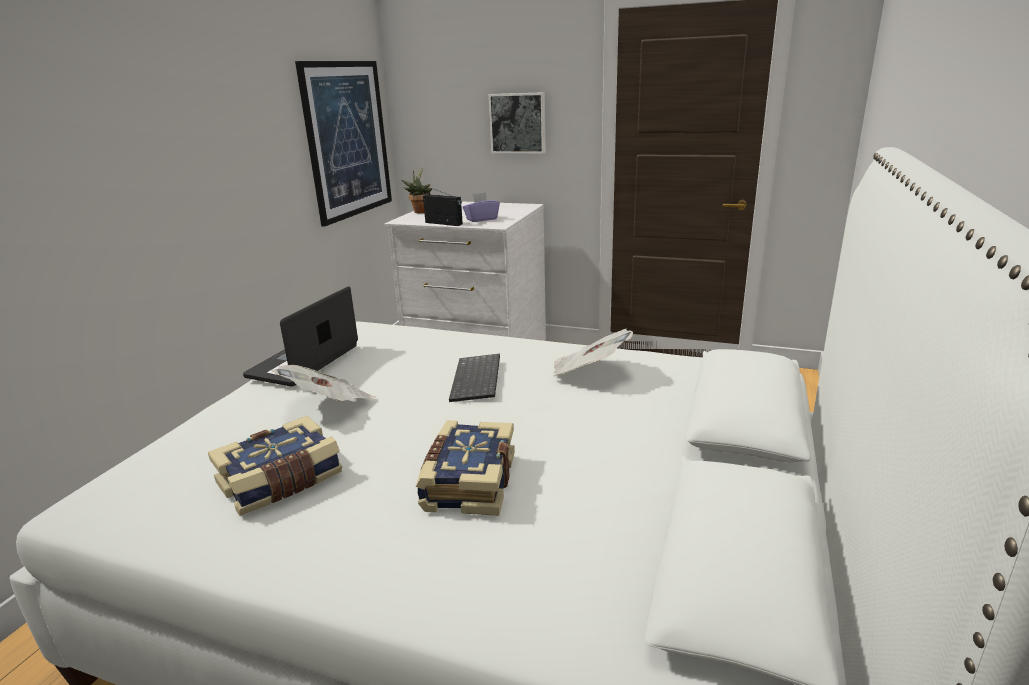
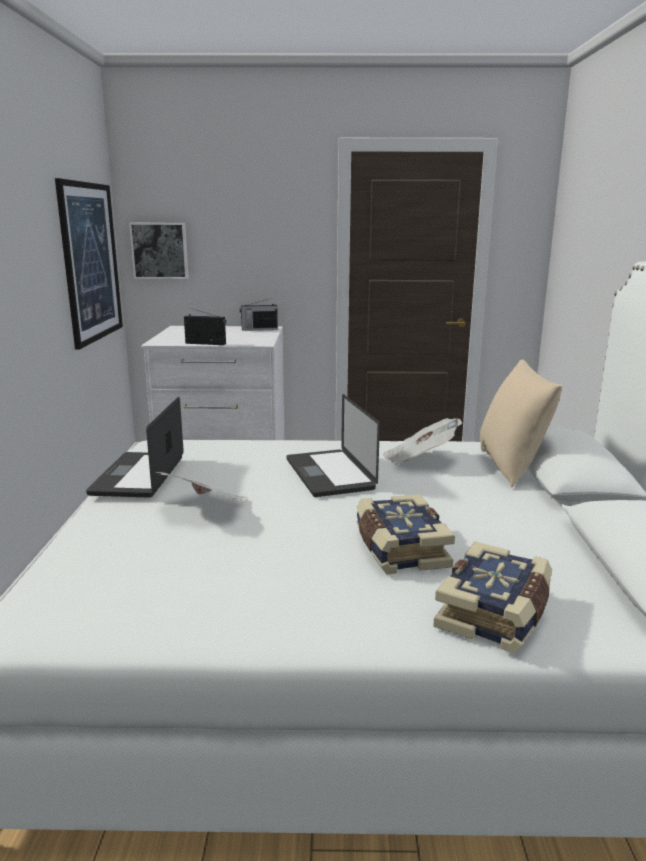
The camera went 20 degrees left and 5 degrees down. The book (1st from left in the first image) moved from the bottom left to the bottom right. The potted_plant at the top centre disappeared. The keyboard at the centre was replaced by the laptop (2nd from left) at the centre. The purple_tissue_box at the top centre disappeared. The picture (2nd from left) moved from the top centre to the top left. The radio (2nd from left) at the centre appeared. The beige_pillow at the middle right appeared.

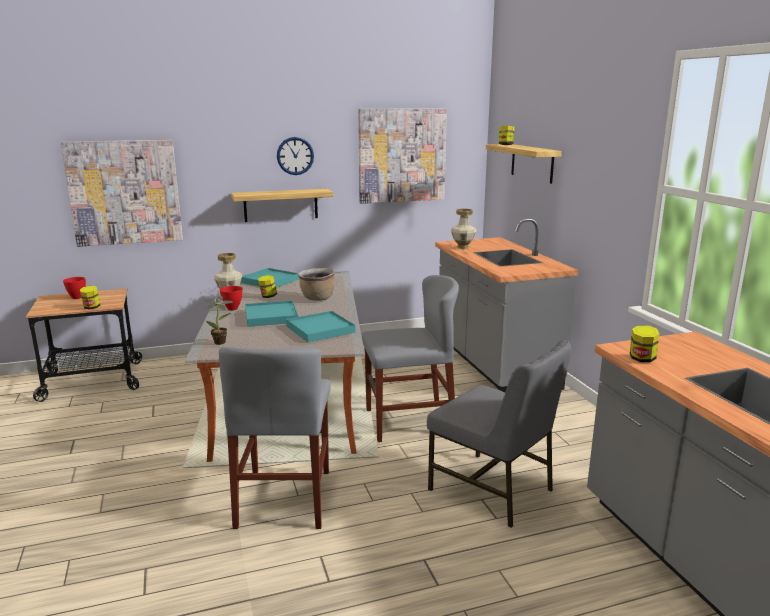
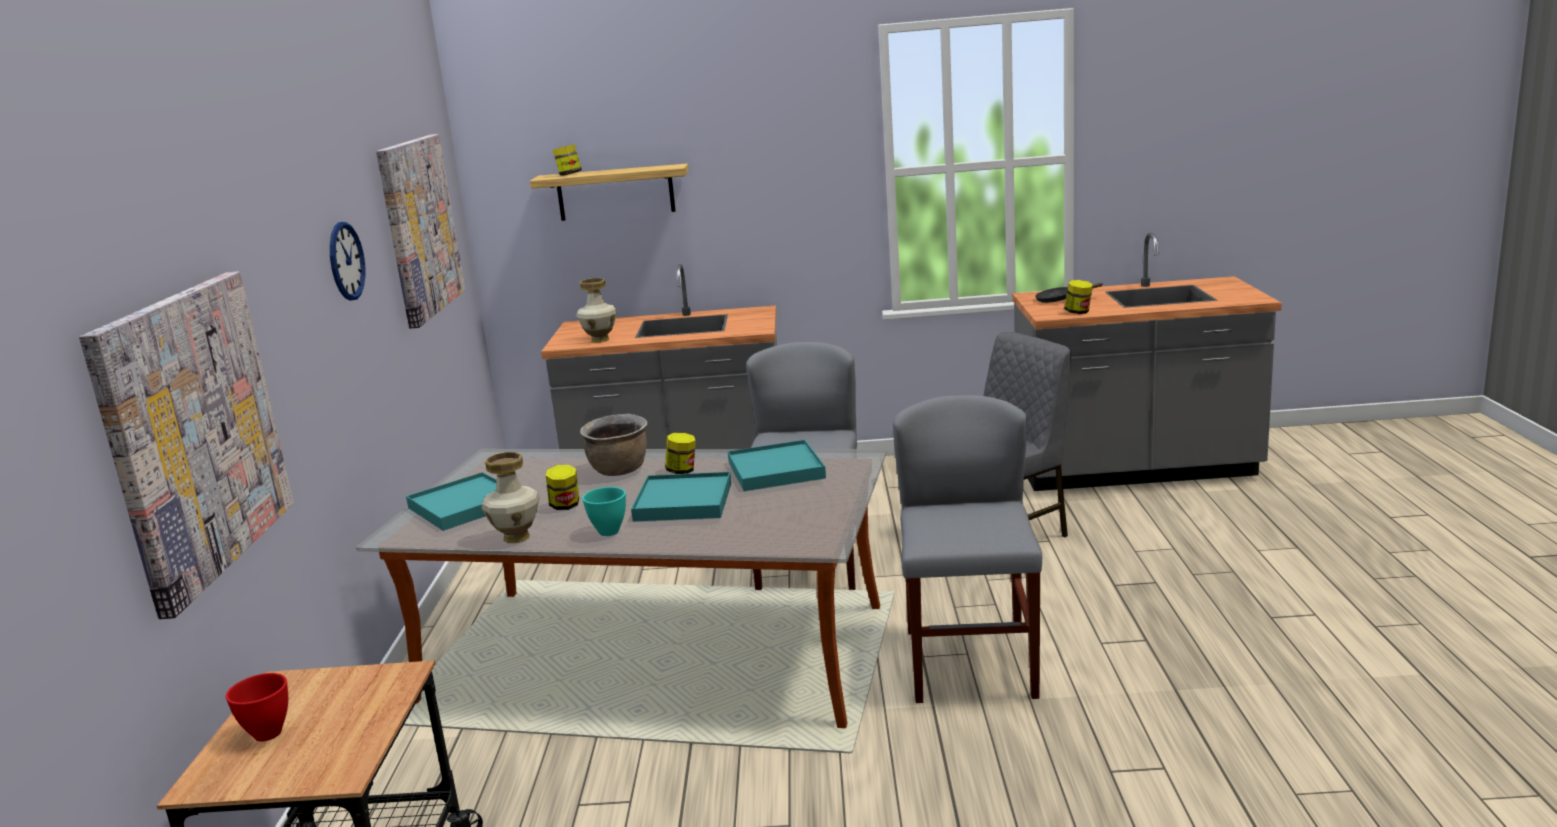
The camera went 70 degrees left and 0 degrees up. The jar (1st from left in the first image) moved from the middle left to the centre. The potted_plant at the middle left disappeared. The grey_chair (1st from left in the first image) at the bottom centre turned 105 degrees counterclockwise. The red_bowl (2nd from left) at the middle left became the turquoise_bowl at the centre. The shelf (1st from left) at the top centre disappeared. The black_frying_pan at the middle right appeared.

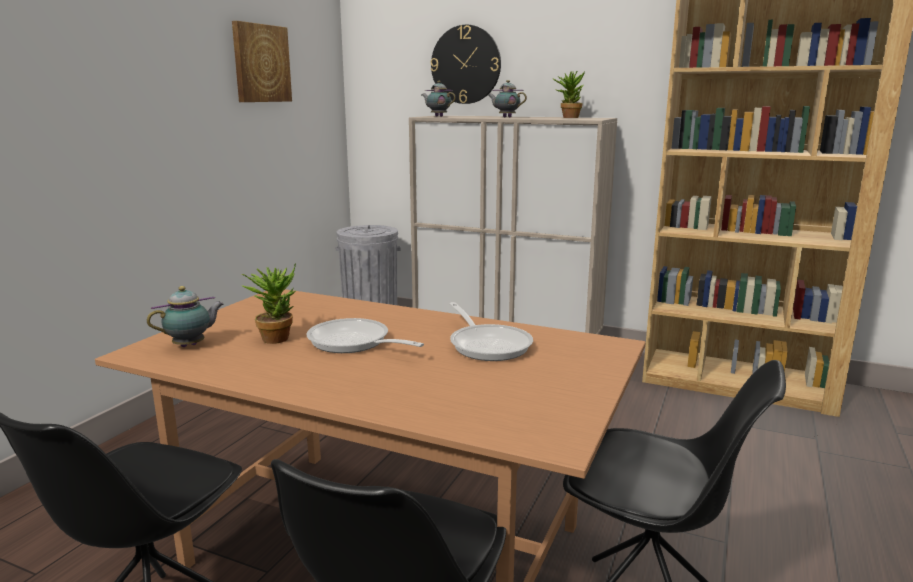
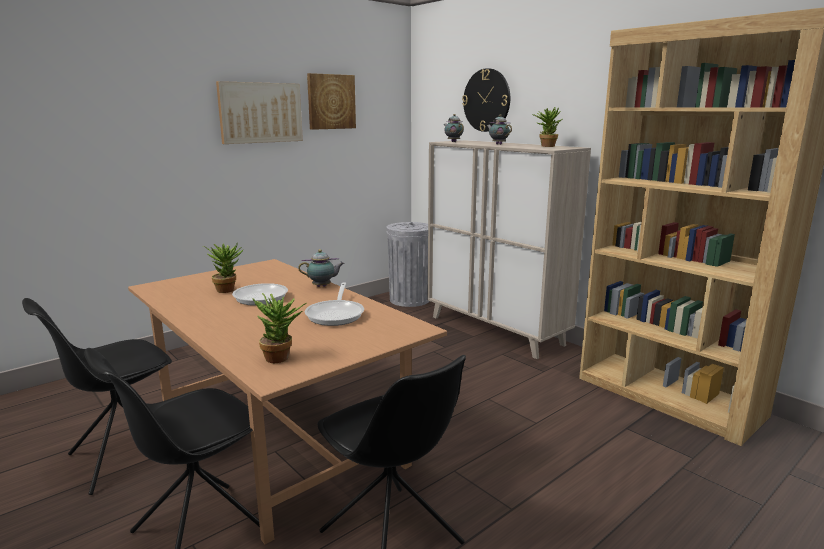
The camera went 25 degrees right and 0 degrees up. The teapot (1st from left) moved from the middle left to the centre. The picture (1st from left) at the top left appeared. The potted_plant (2nd from left) at the centre appeared.

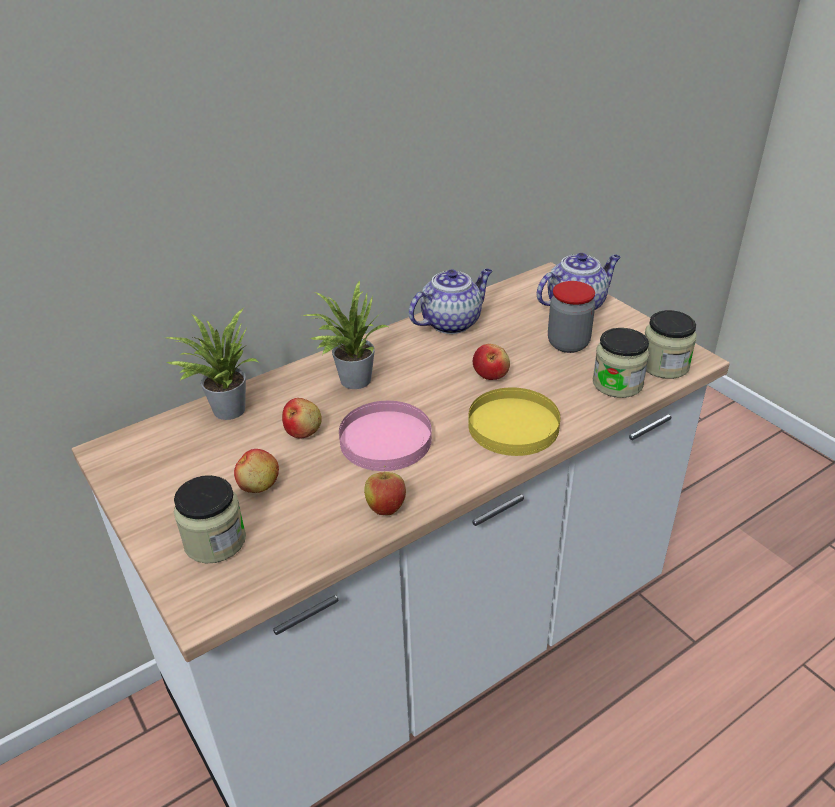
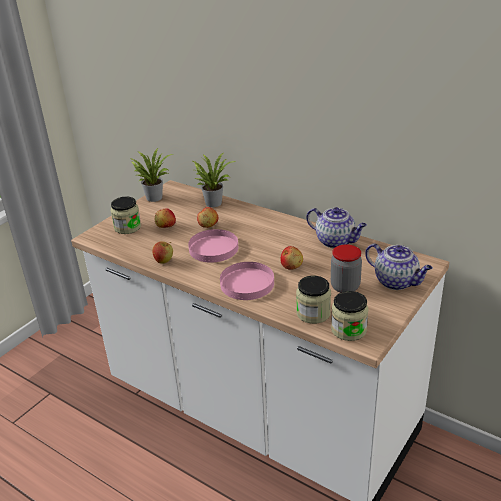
The camera went 70 degrees right and 5 degrees down. The potted_plant (2nd from left in the first image) moved from the centre to the middle left. The yellow_plate at the centre became the pink_plate (2nd from left) at the centre.

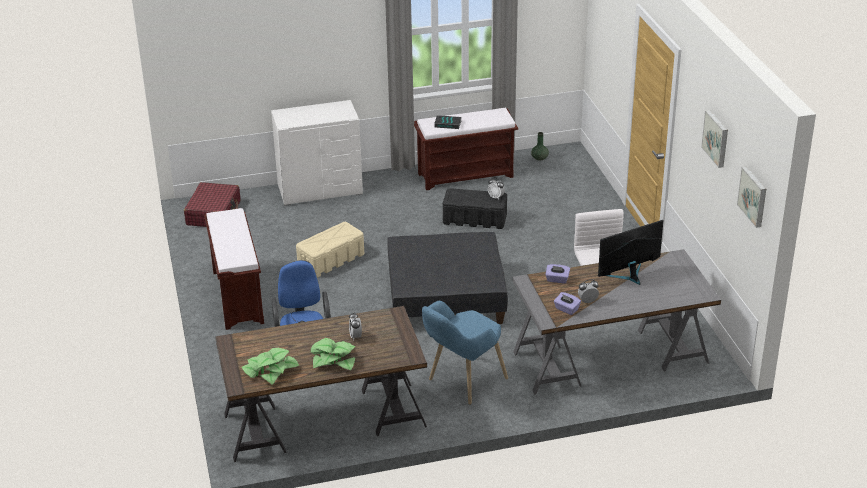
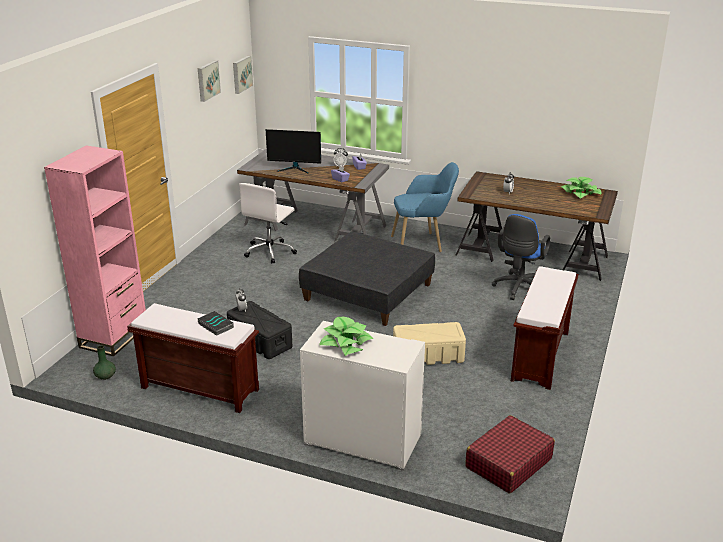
The camera went 145 degrees left and 5 degrees down. The potted_plant (2nd from left in the first image) moved from the bottom centre to the centre. The pink_bookcase at the middle left appeared.

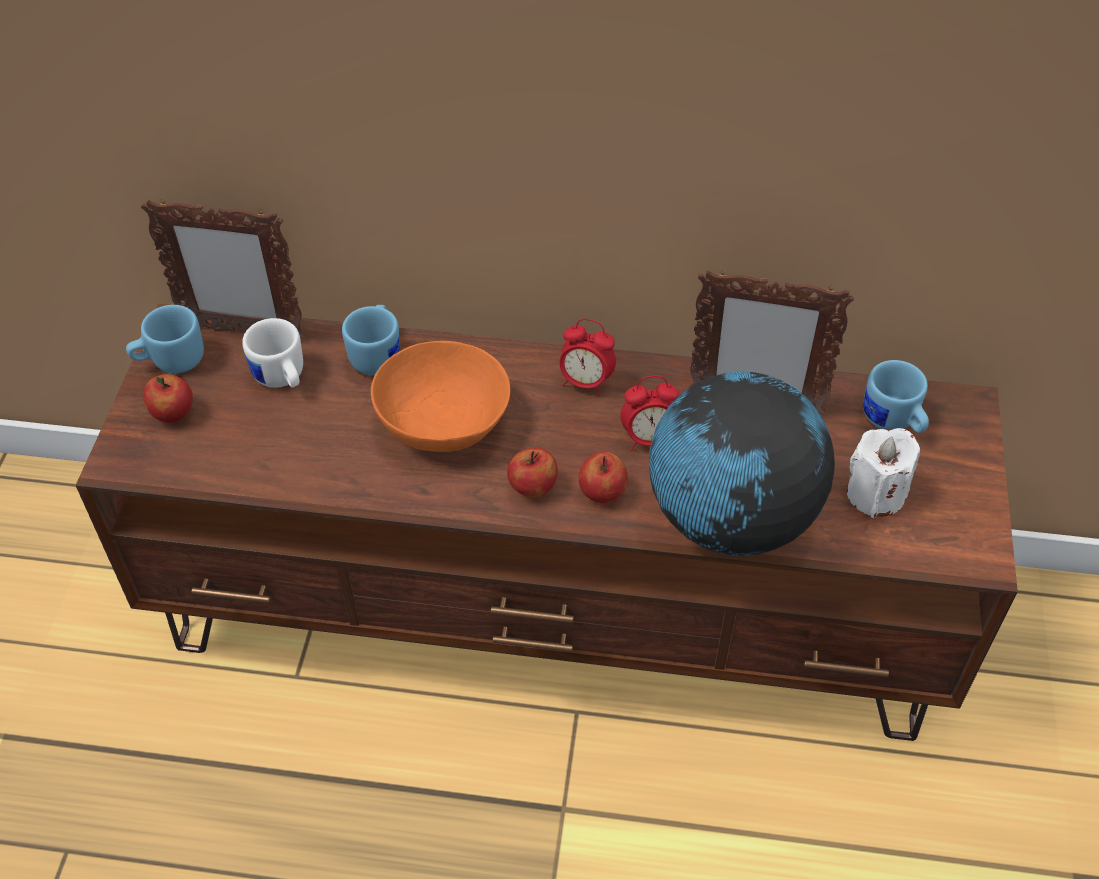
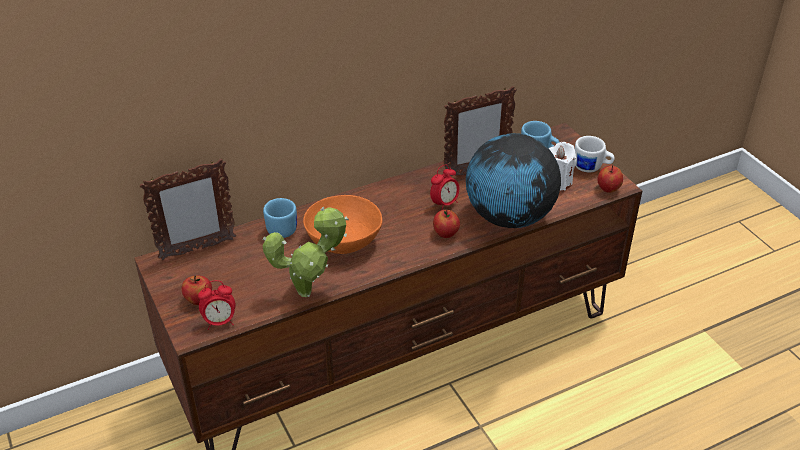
The camera went 35 degrees left and 10 degrees down. The blue_mug (1st from left) at the middle left disappeared. The white_mug moved from the middle left to the middle right. The apple (2nd from left in the first image) moved from the centre to the middle right. The alarm_clock (1st from left) moved from the centre to the bottom left. The potted_plant at the centre appeared.

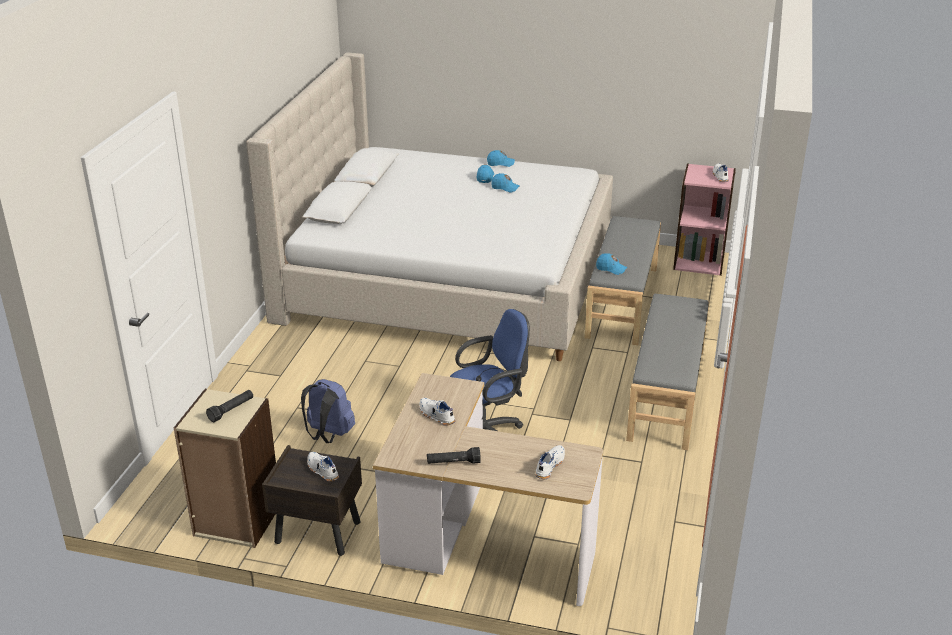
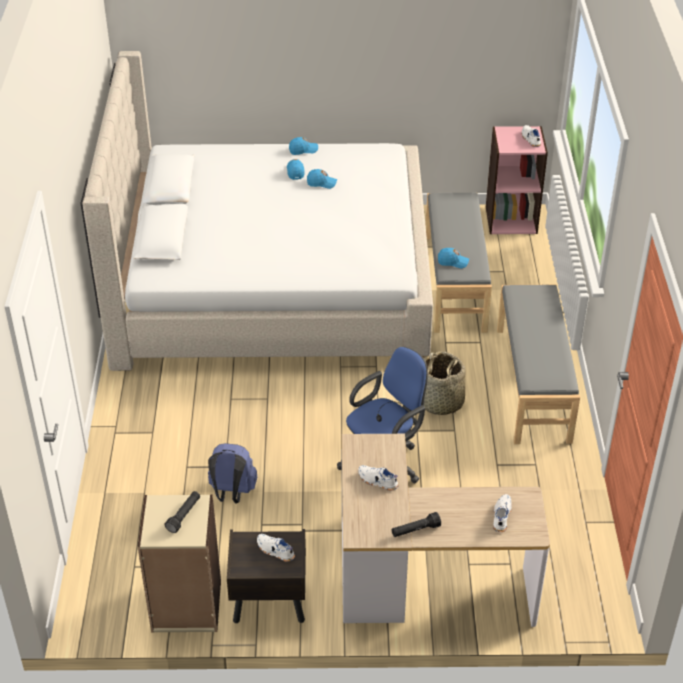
The camera went 15 degrees left and 10 degrees up. The basket at the centre appeared.

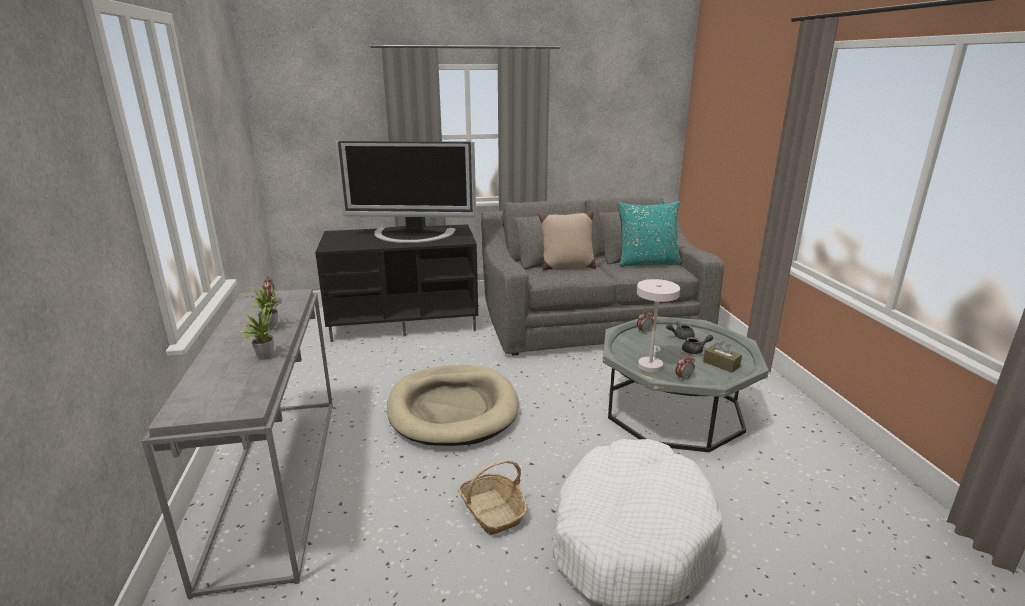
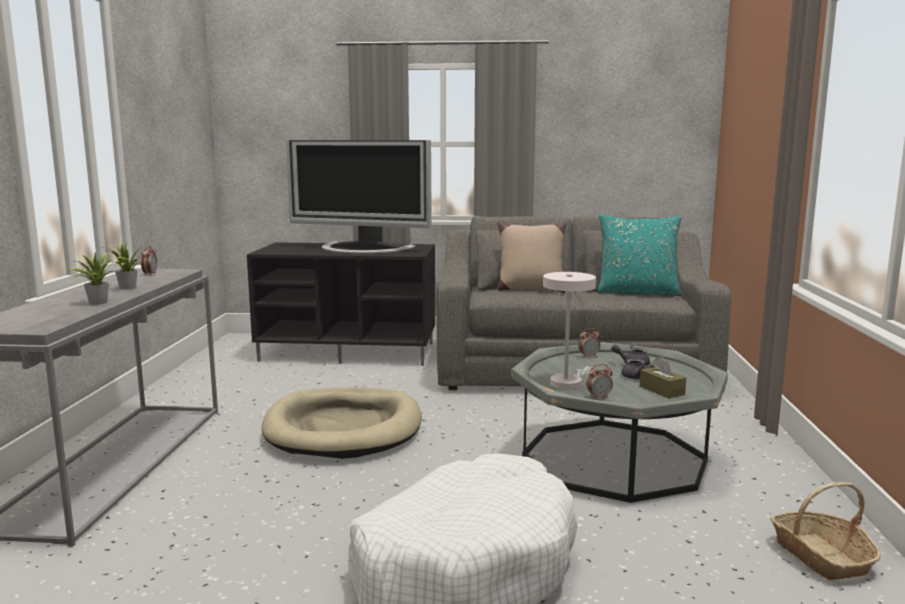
The camera went 15 degrees right and 10 degrees down. The basket moved from the bottom centre to the bottom right.

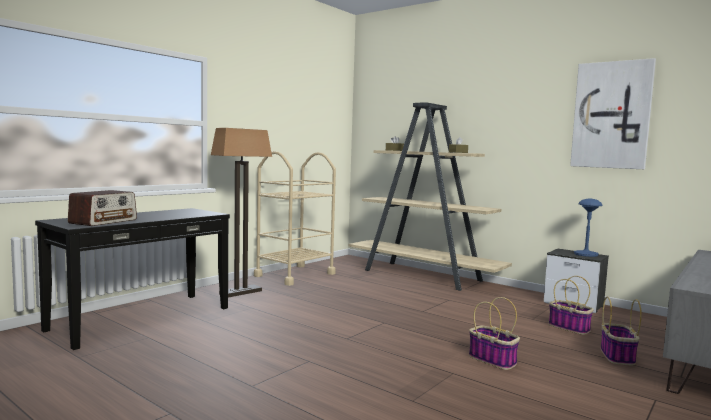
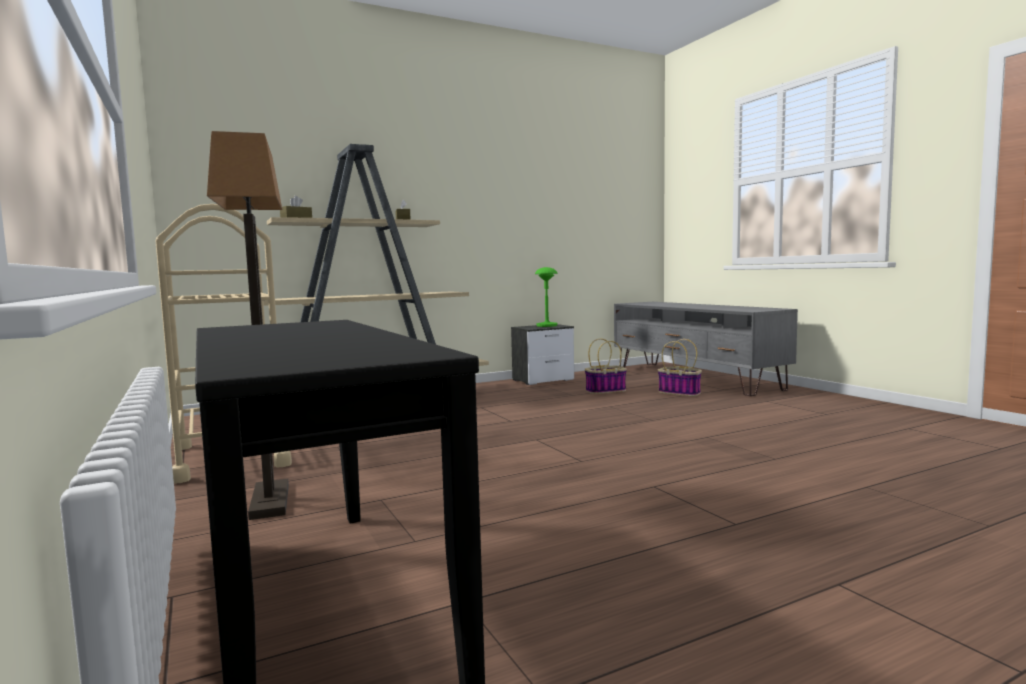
The camera went 65 degrees left and 0 degrees up. The radio at the middle left disappeared. The basket (1st from left) at the bottom right disappeared. The picture at the top right disappeared. The blue_table_lamp at the middle right became the green_table_lamp at the centre.

